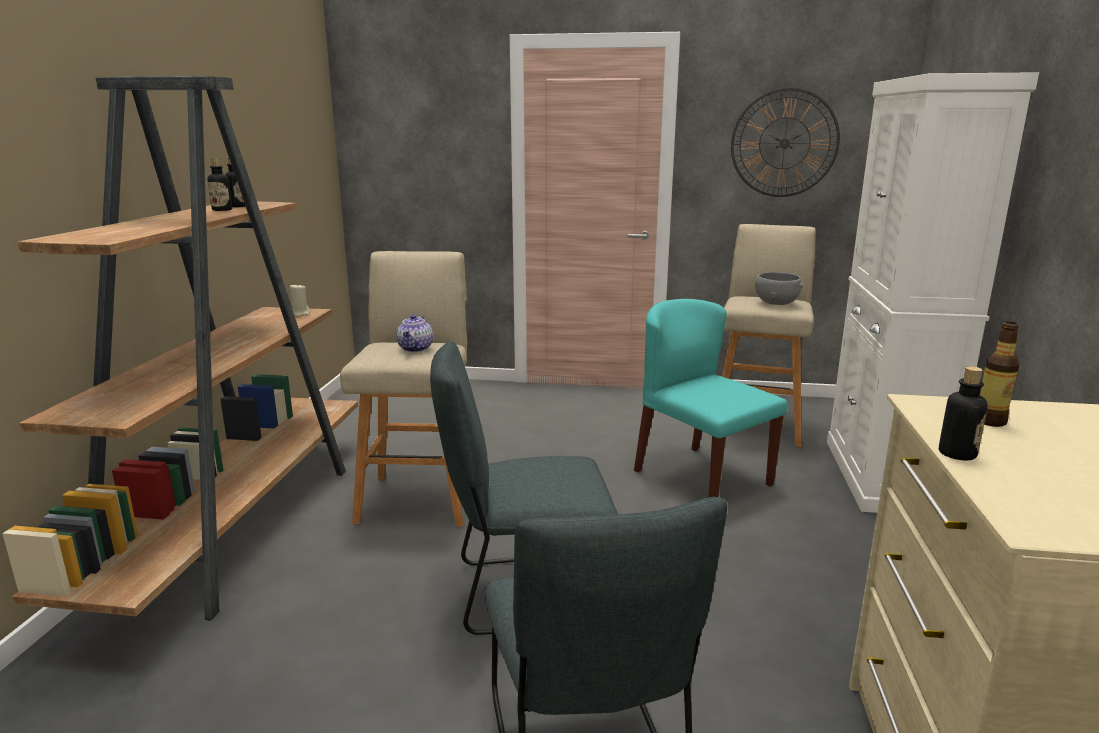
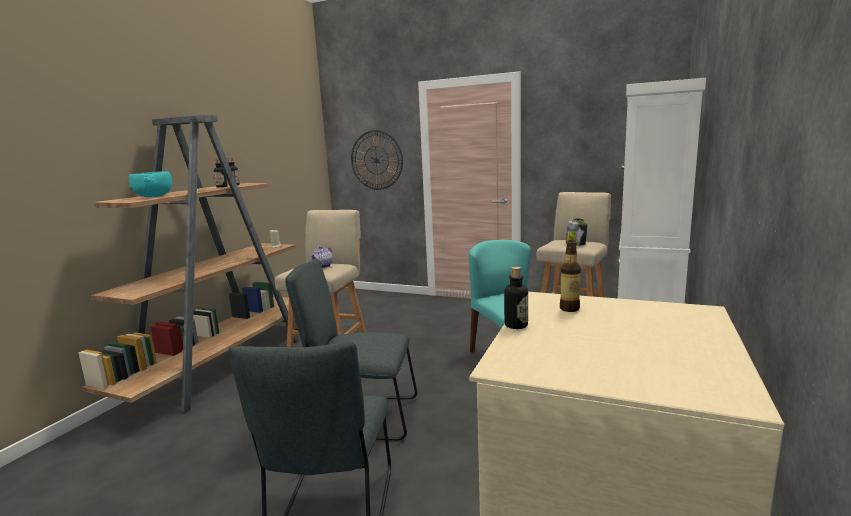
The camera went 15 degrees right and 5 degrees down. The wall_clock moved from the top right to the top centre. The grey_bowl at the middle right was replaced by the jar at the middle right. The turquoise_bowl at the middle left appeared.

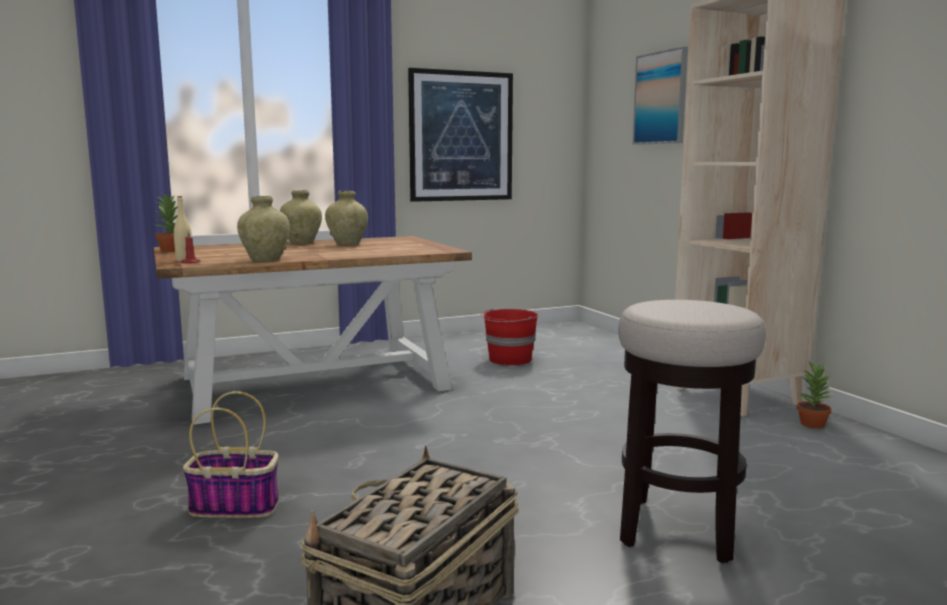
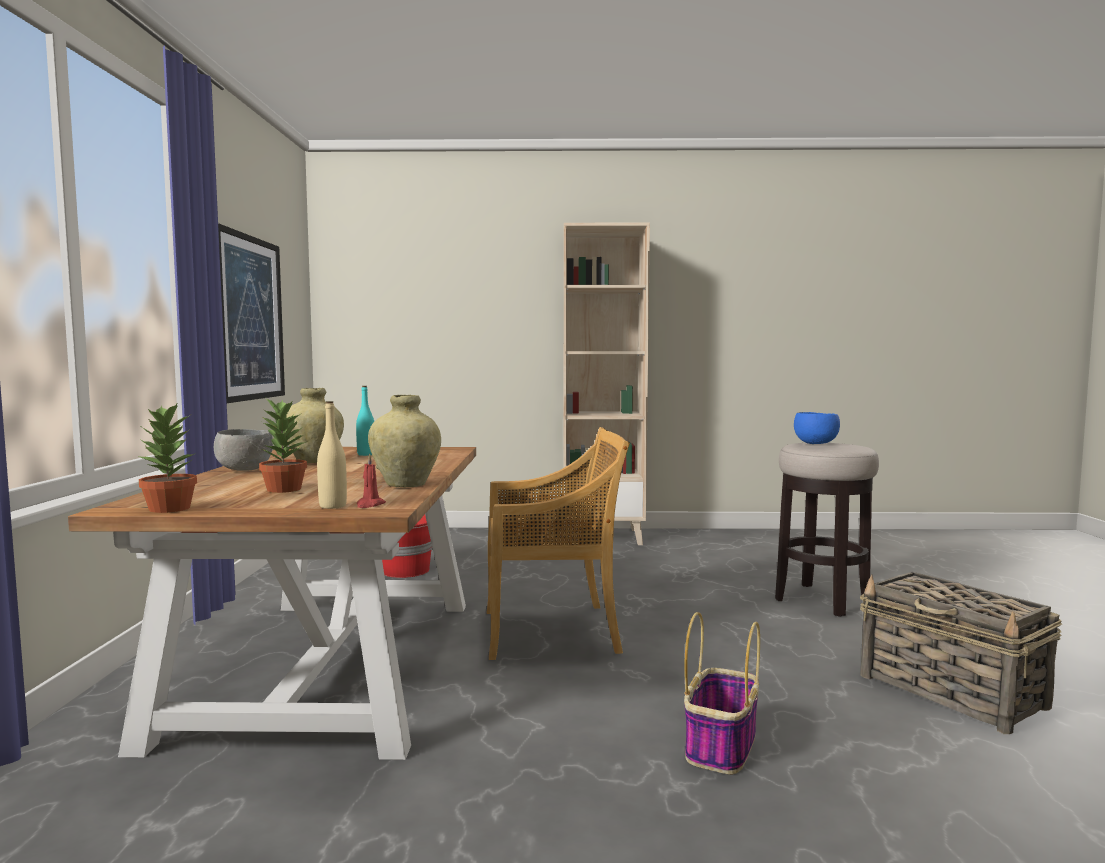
The camera went 65 degrees left and 5 degrees down. The beige_vase (2nd from left) at the middle left was replaced by the grey_bowl at the middle left. The picture (2nd from left) at the top right disappeared. The potted_plant (2nd from left) moved from the middle right to the middle left. The turquoise_bottle at the middle left appeared. The beige_chair at the centre appeared. The blue_bowl at the middle right appeared.

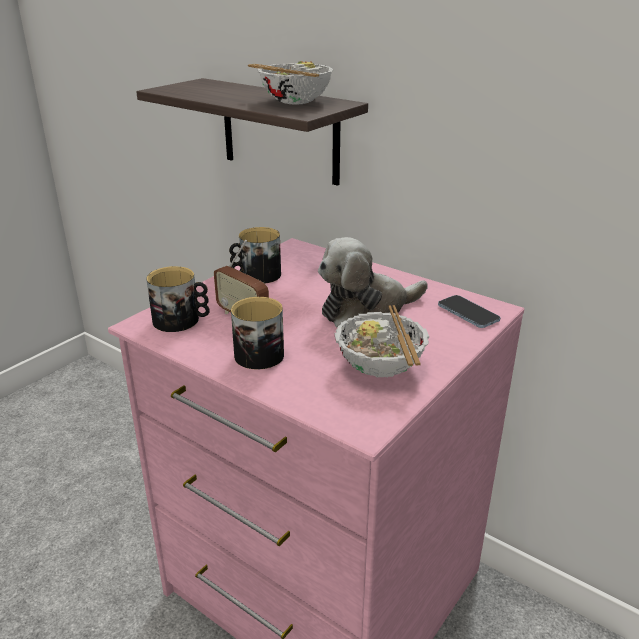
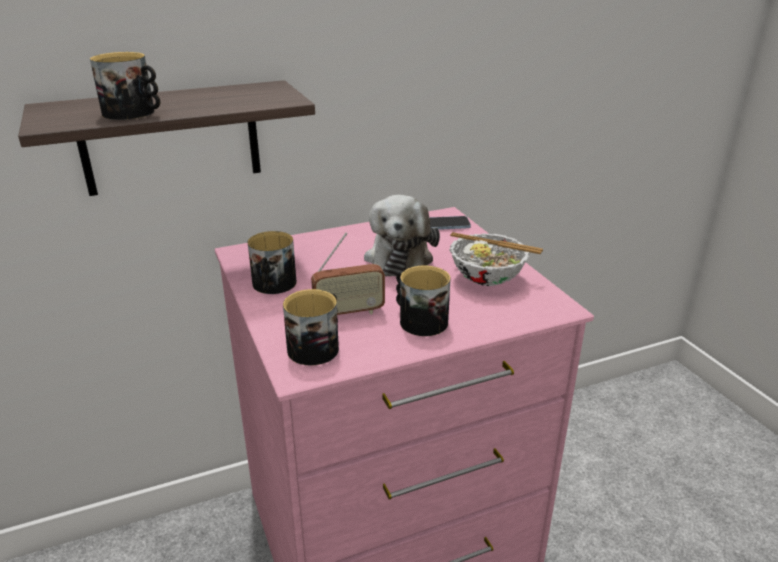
The camera went 60 degrees left and 0 degrees up. The bowl (1st from left) at the top centre disappeared. The mug (1st from left) at the top left appeared.

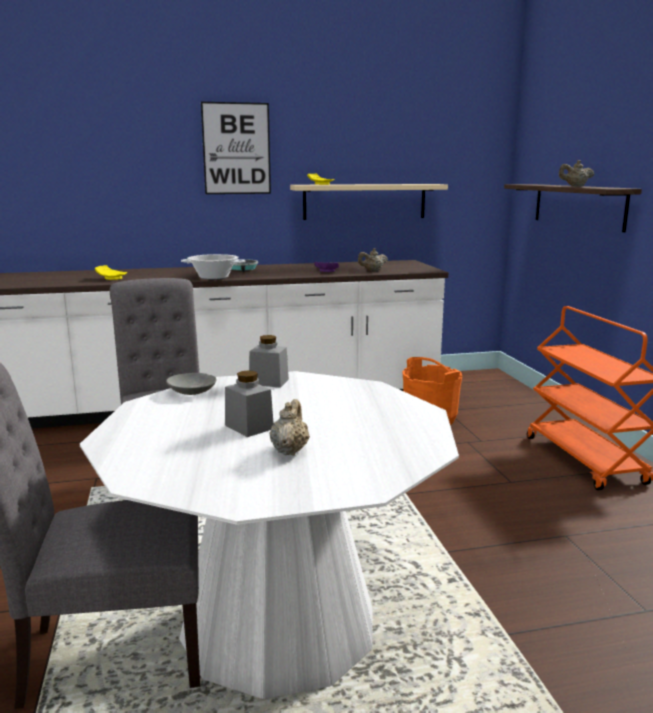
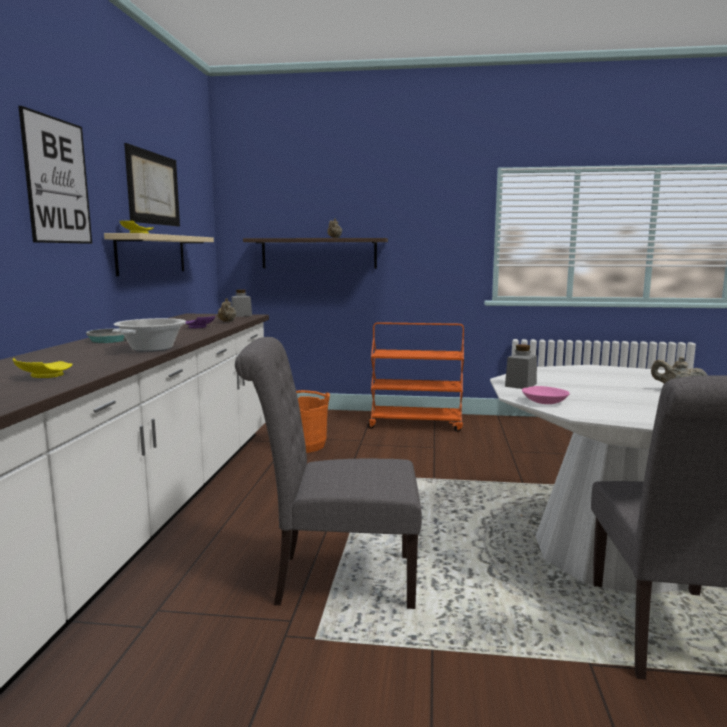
The camera went 70 degrees left and 5 degrees down. The grey_bowl at the middle left became the pink_bowl at the middle right. The grey_jar (1st from left) moved from the centre to the middle left. The picture (2nd from left) at the top left appeared.

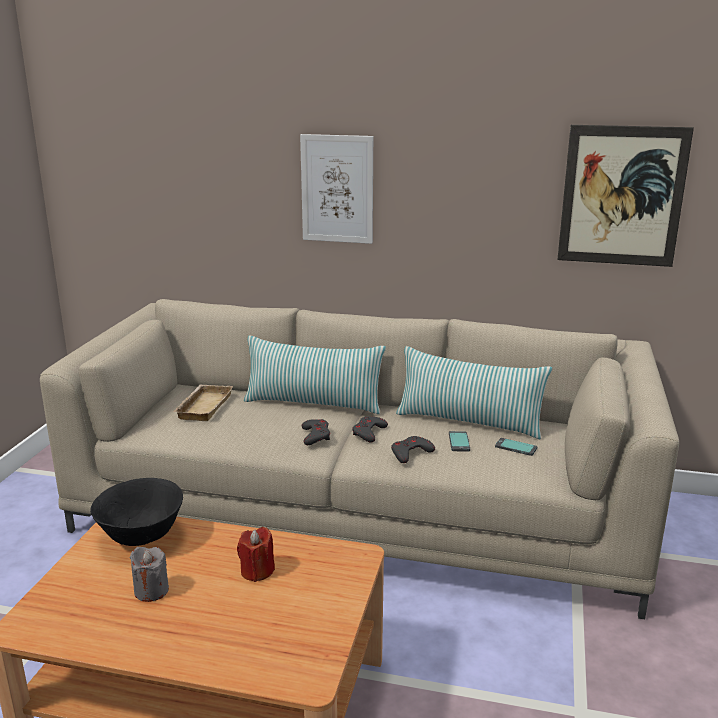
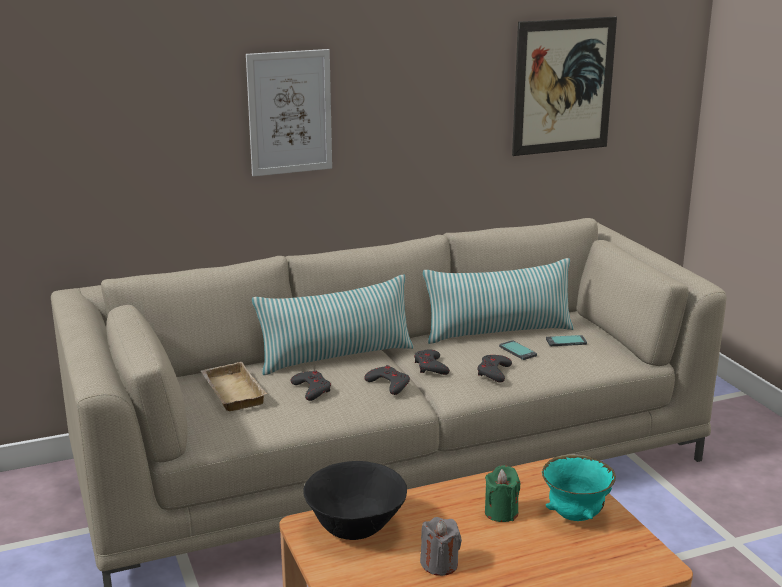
The camera went 35 degrees left and 0 degrees up. The red_candle at the bottom centre became the green_candle at the bottom centre. The grey_game_controller (1st from left) at the centre appeared. The turquoise_bowl at the bottom right appeared.

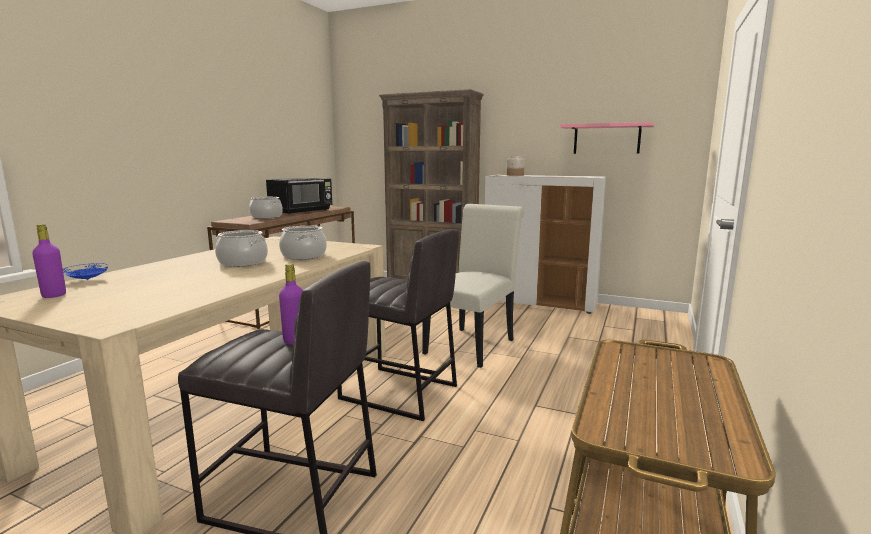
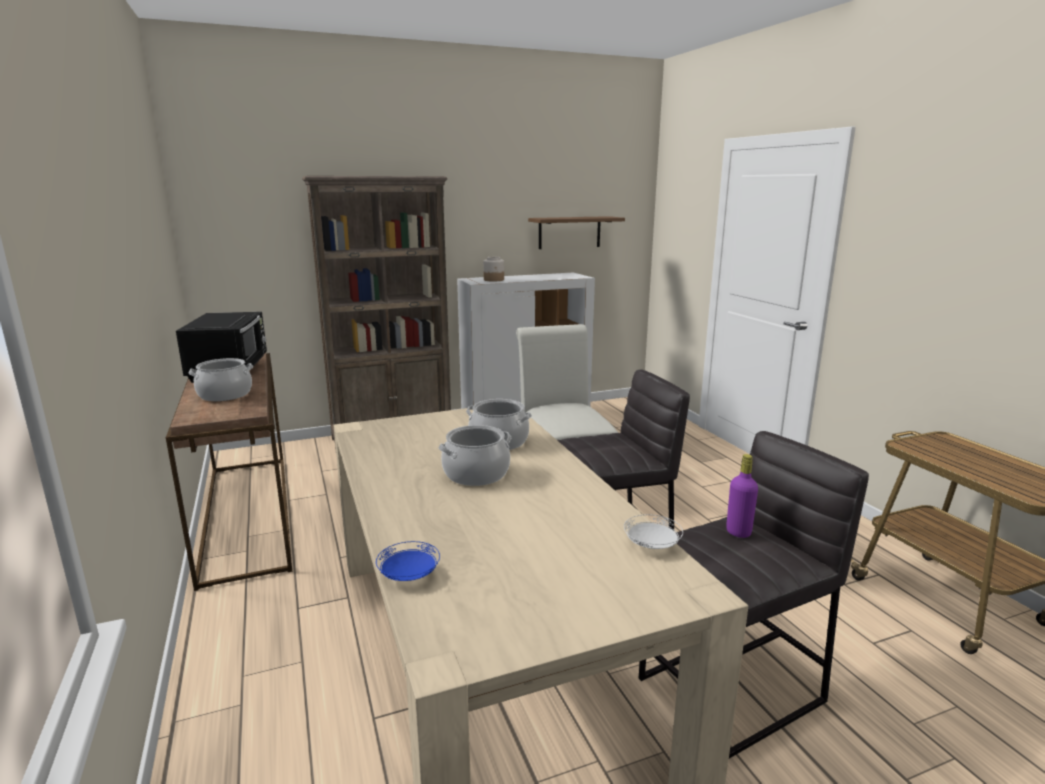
The camera went 45 degrees left and 5 degrees up. The purple_bottle (1st from left) at the middle left disappeared. The pink_shelf at the top right became the brown_shelf at the top centre. The white_plate at the bottom centre appeared.

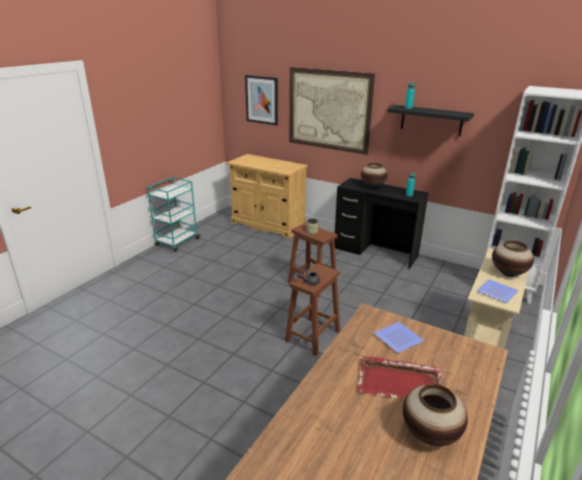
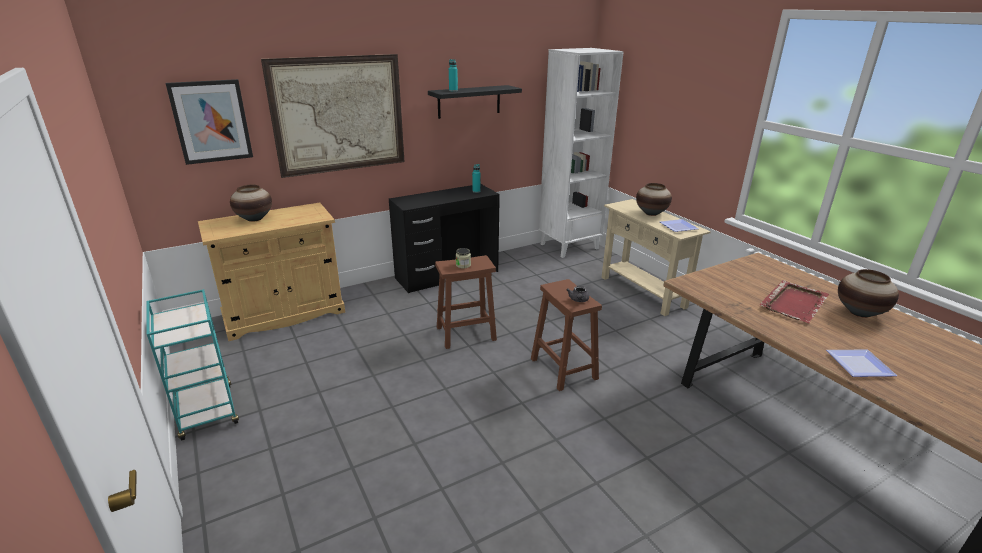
The camera went 60 degrees left and 0 degrees up. The vase (1st from left) moved from the centre to the middle left. The plate (1st from left in the first image) moved from the bottom right to the middle right.

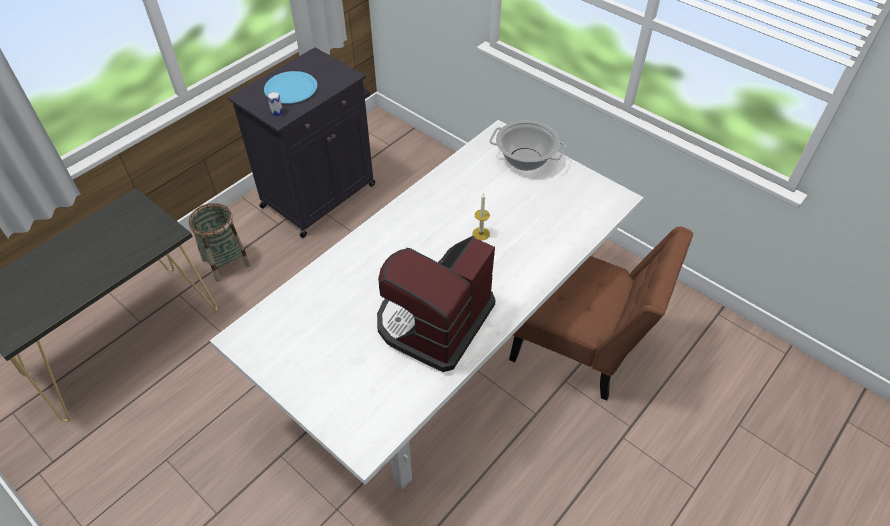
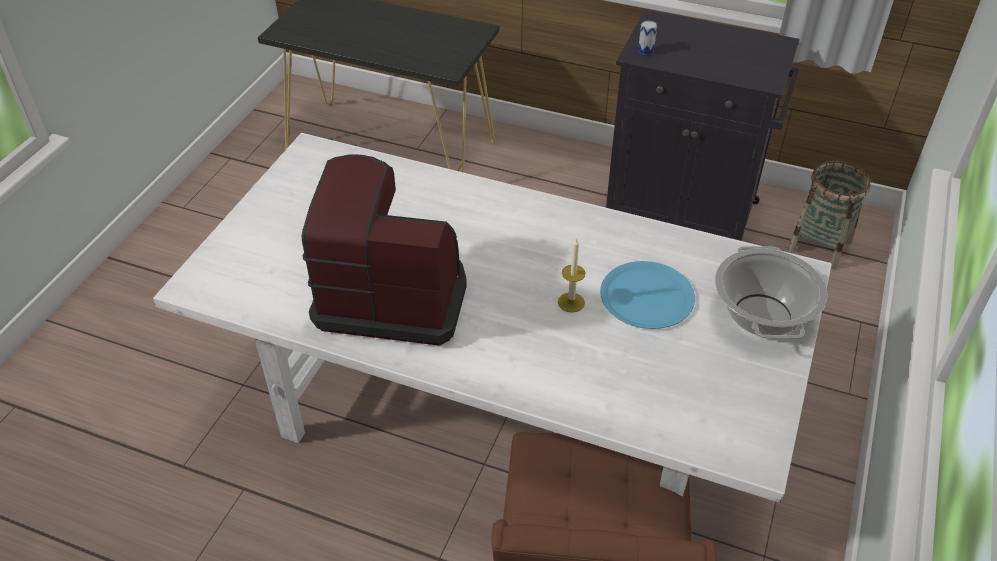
The camera went 70 degrees right and 5 degrees down. The basket moved from the middle left to the middle right. The blue_plate moved from the top left to the centre.

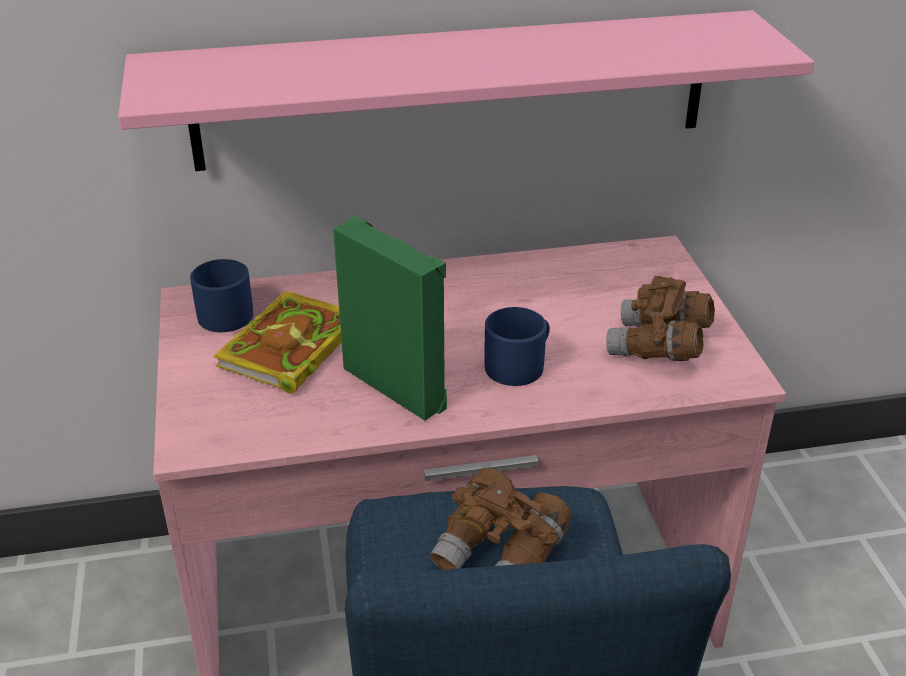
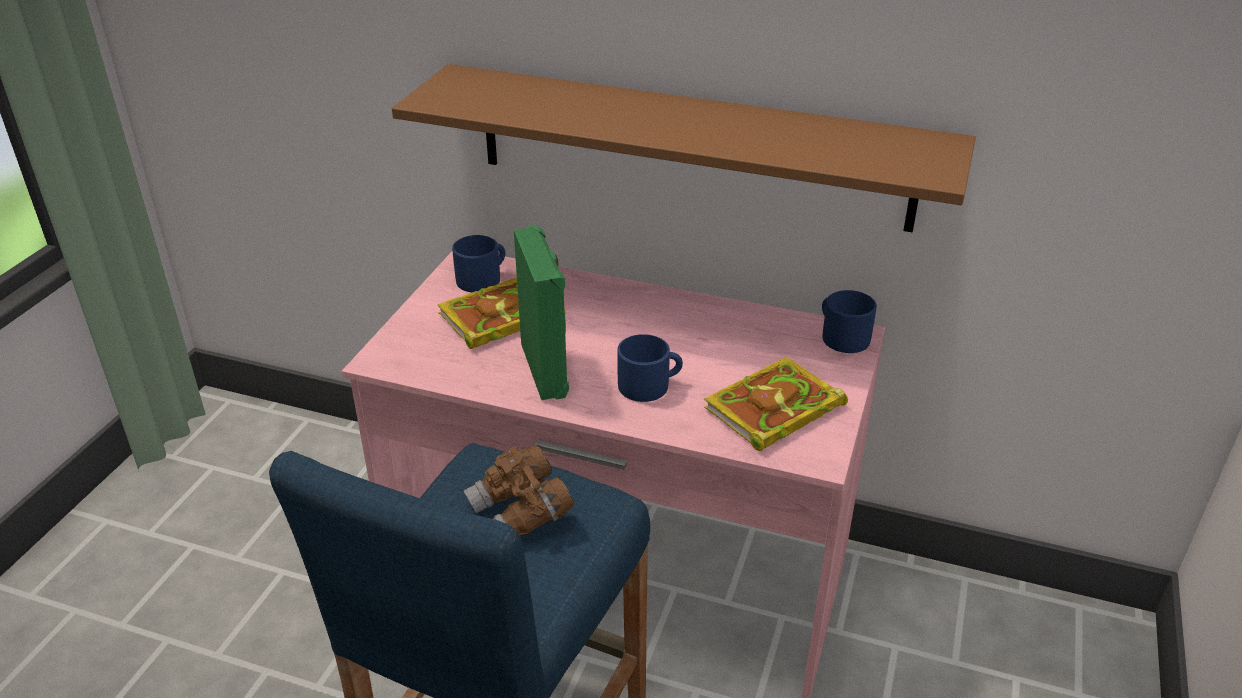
The camera went 30 degrees right and 0 degrees up. The pink_shelf at the top centre became the brown_shelf at the top centre. The brown_binoculars (2nd from left) at the middle right was replaced by the book (2nd from left) at the centre. The blue_mug (3rd from left) at the middle right appeared.

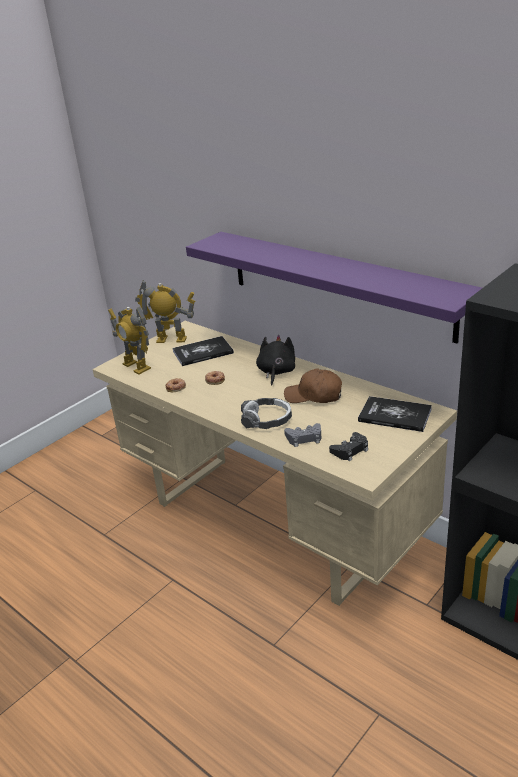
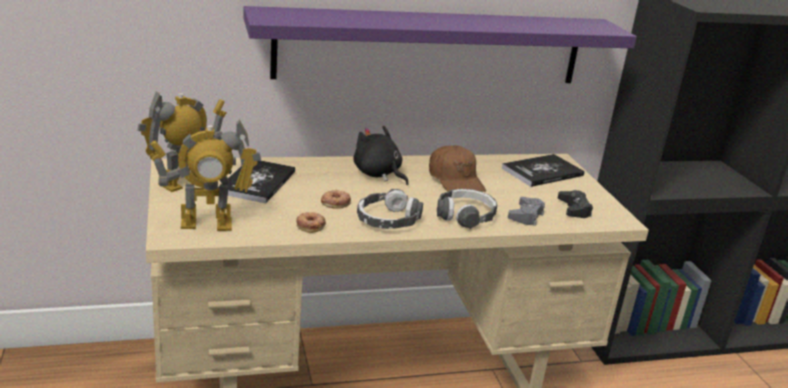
The camera went 60 degrees left and 5 degrees down. The brown_cap at the centre turned 75 degrees counterclockwise. The headphones (1st from left) at the centre appeared.

